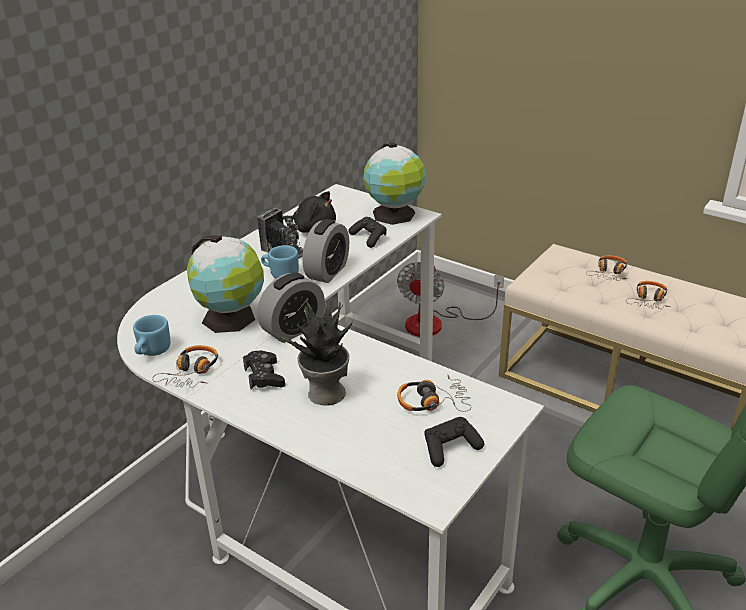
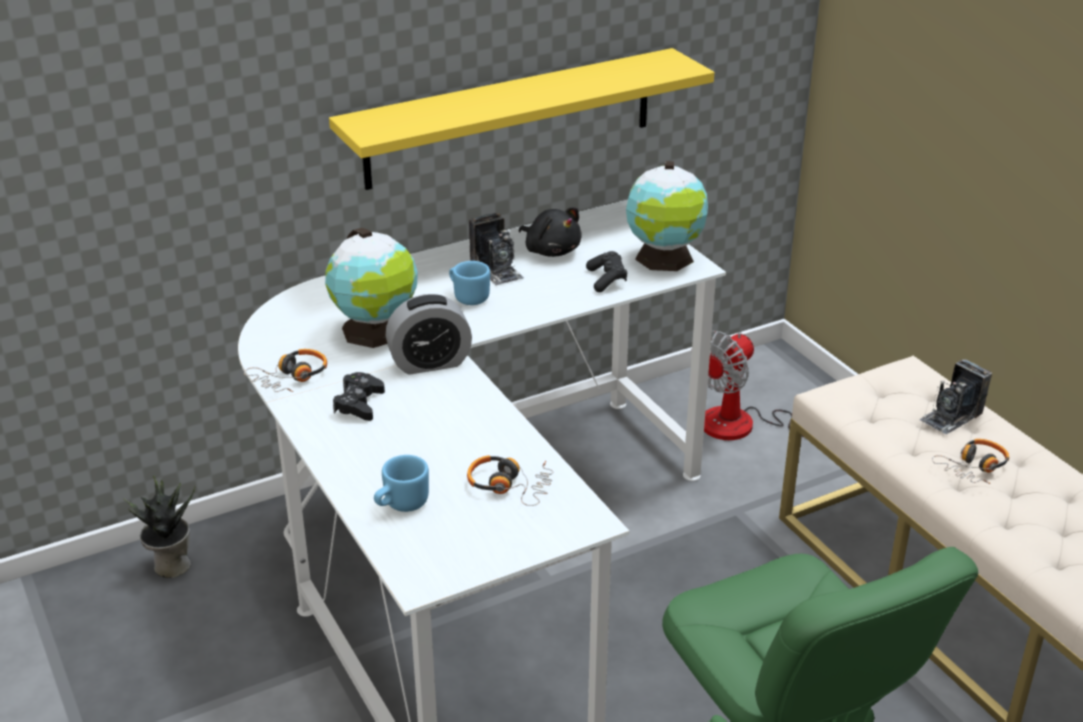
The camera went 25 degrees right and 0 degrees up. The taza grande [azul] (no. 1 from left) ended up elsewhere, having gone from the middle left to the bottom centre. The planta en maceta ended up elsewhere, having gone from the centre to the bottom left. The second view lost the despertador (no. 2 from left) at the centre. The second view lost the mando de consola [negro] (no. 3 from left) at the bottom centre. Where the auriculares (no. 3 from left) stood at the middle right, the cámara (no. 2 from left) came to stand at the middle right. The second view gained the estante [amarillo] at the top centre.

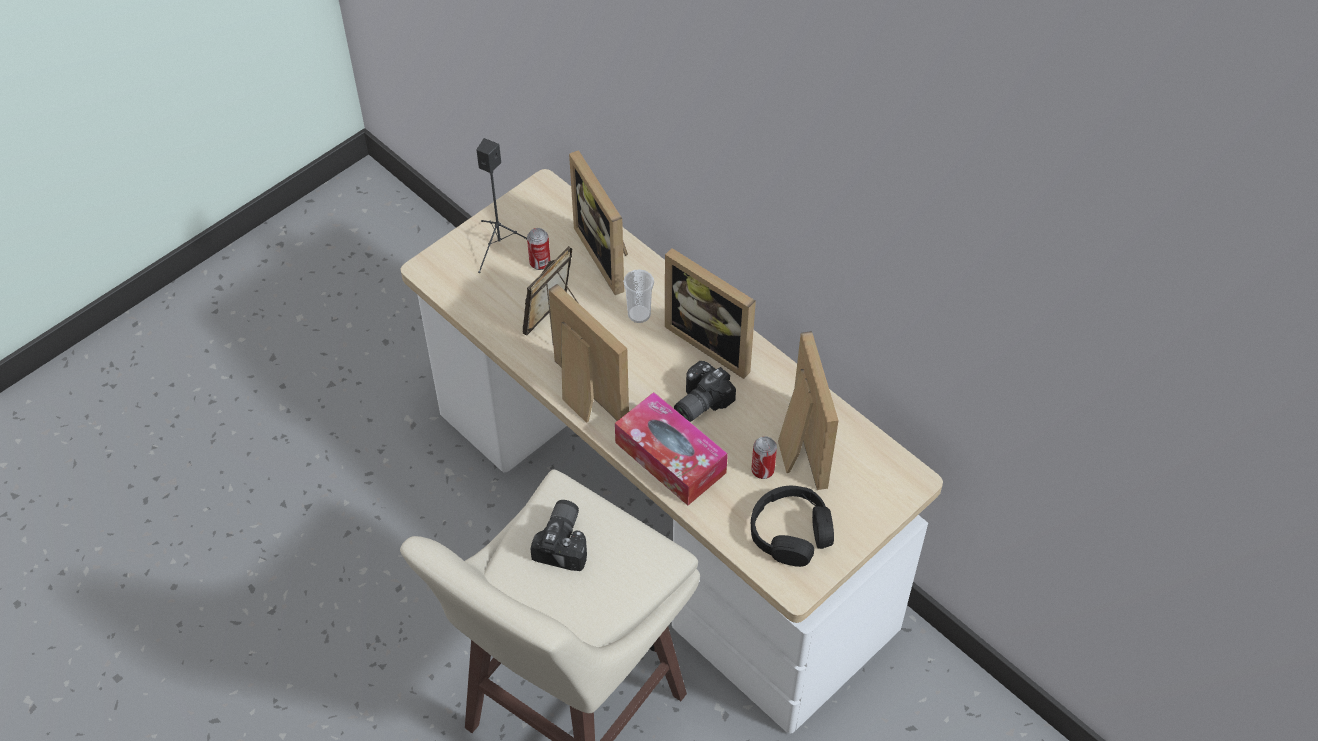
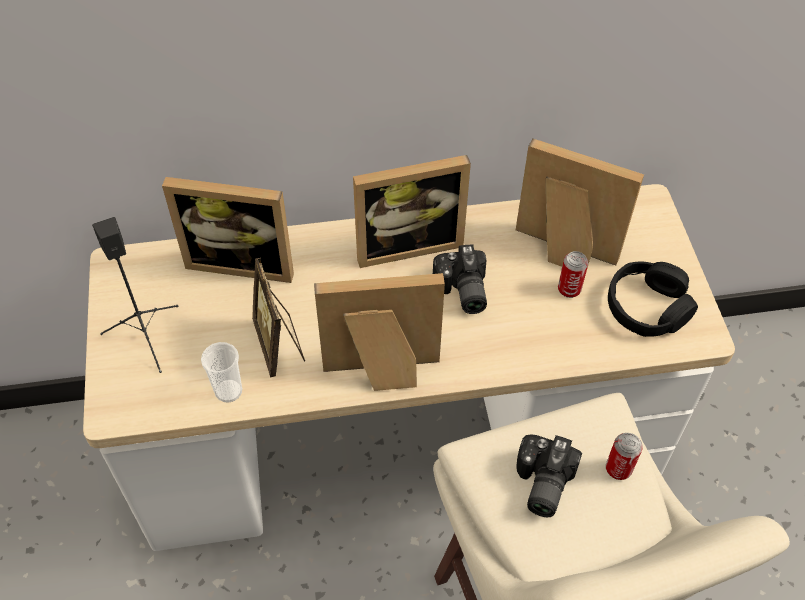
The camera went 55 degrees left and 0 degrees up. The lata (no. 1 from left in the first image) ended up elsewhere, having gone from the centre to the bottom right. The cámara (no. 1 from left in the first image) at the bottom centre ended up facing another way, 120 degrees counterclockwise from before. The second view lost the caja de pañuelos at the centre. The taza ended up elsewhere, having gone from the centre to the middle left.

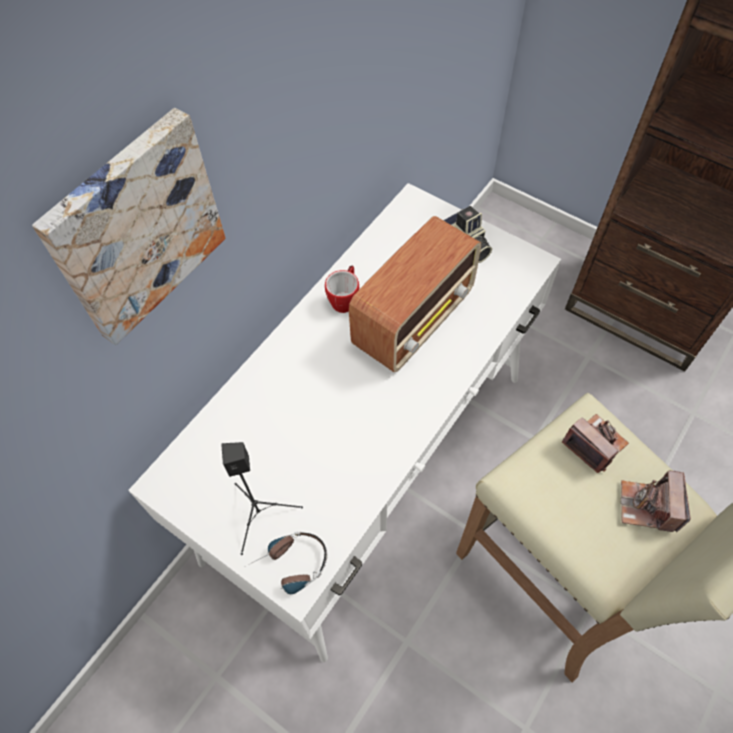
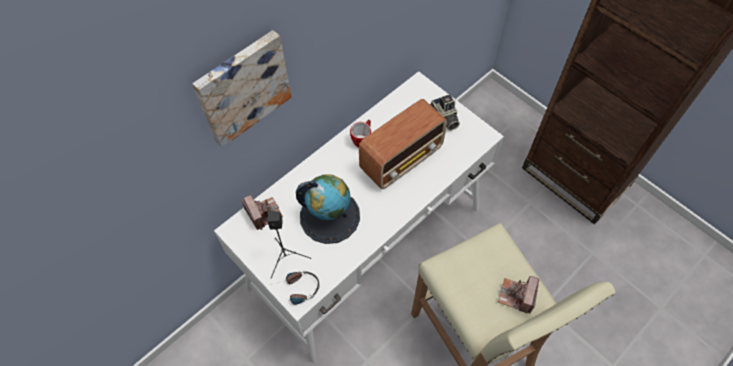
The camera went 10 degrees right and 0 degrees up. The cámara (no. 2 from left in the first image) ended up elsewhere, having gone from the middle right to the centre. The second view gained the globo terráqueo at the centre.

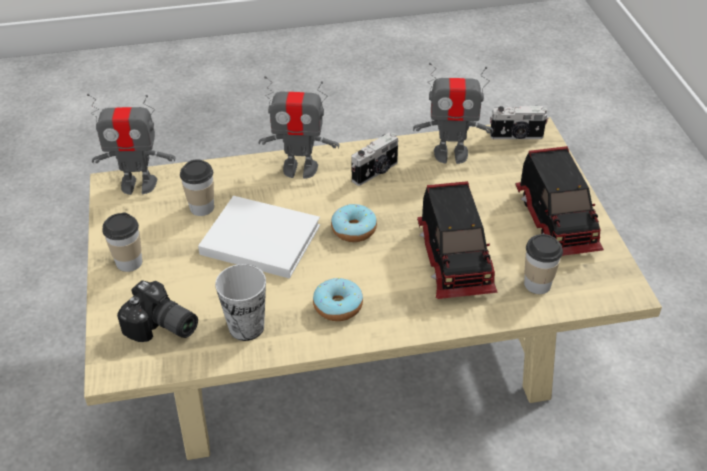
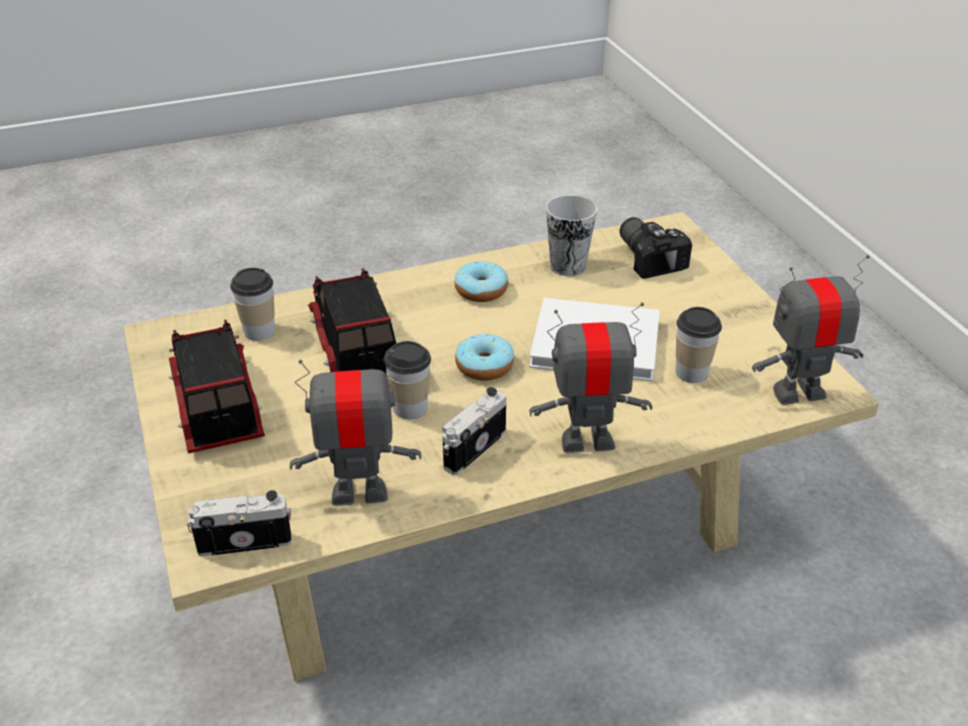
The camera went 170 degrees right and 5 degrees down. The taza (no. 1 from left in the first image) ended up elsewhere, having gone from the middle left to the centre. The cámara (no. 1 from left in the first image) at the middle left ended up facing another way, 45 degrees clockwise from before.

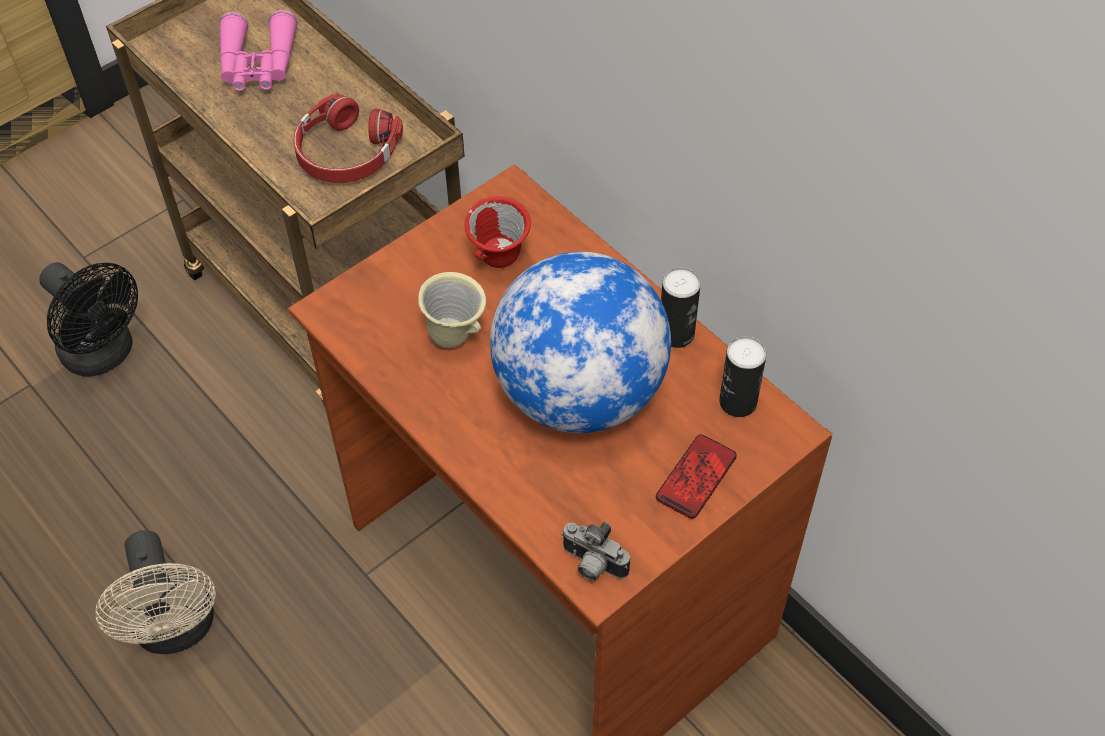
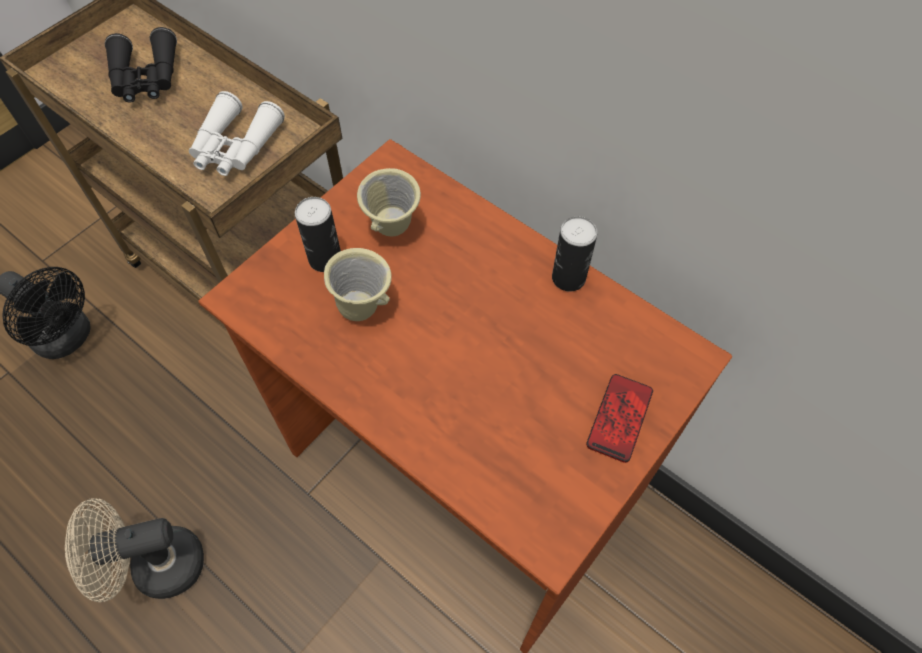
The camera went 10 degrees left and 5 degrees up. The ventilador [beis] at the bottom left ended up facing another way, 105 degrees clockwise from before. What was the prismáticos [rosa] at the top left turned into the prismáticos [negro] at the top left. Where the auriculares [rojo] stood at the top left, the prismáticos [blanco] came to stand at the top left. What was the taza grande [rojo] at the top centre turned into the taza grande [beis] (no. 2 from left) at the top centre. The second view lost the globo terráqueo at the centre. The second view lost the cámara at the bottom centre. The lata (no. 2 from left in the first image) ended up elsewhere, having gone from the middle right to the centre.

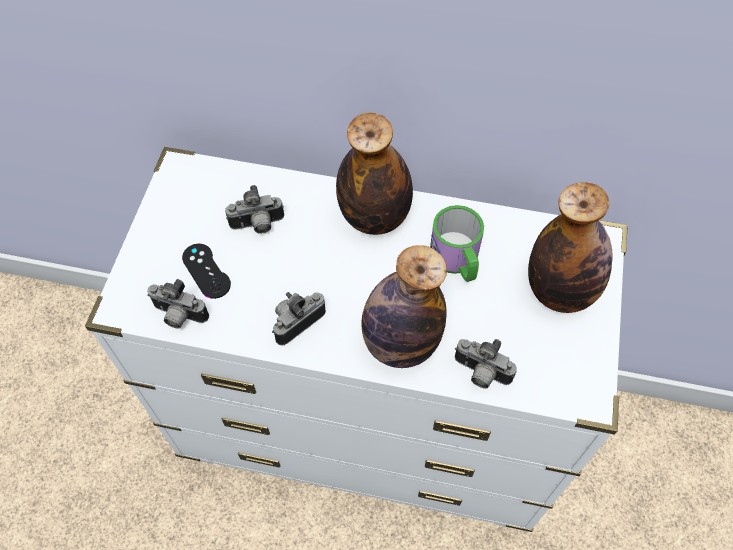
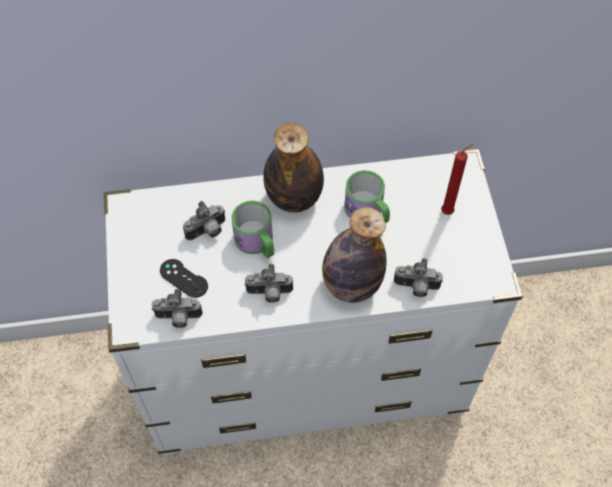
The camera went 20 degrees left and 0 degrees up. The cámara (no. 3 from left) at the centre ended up facing another way, 120 degrees counterclockwise from before. Where the botella (no. 3 from left) stood at the middle right, the vela [rojo] came to stand at the middle right. The second view gained the taza grande (no. 1 from left) at the centre.

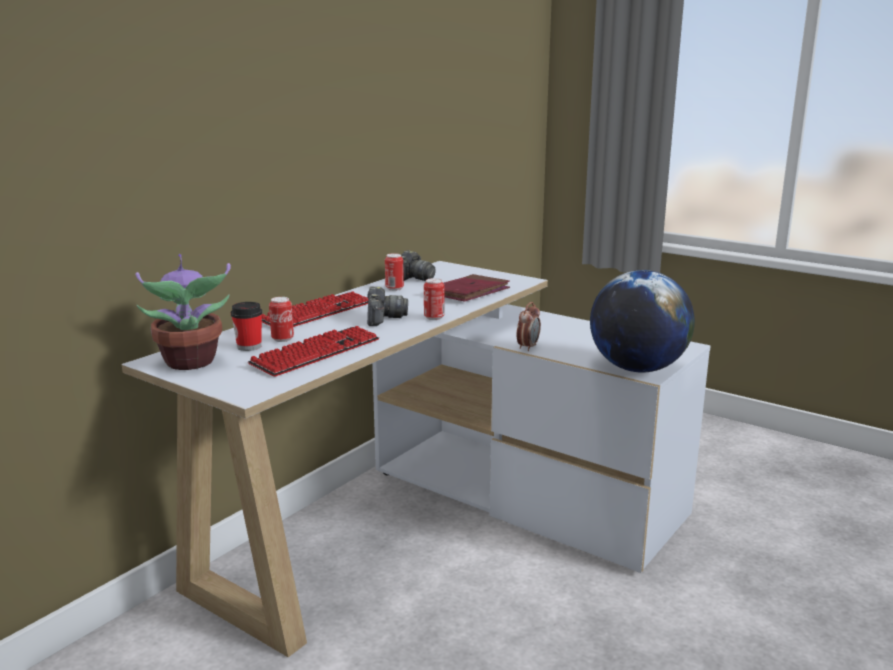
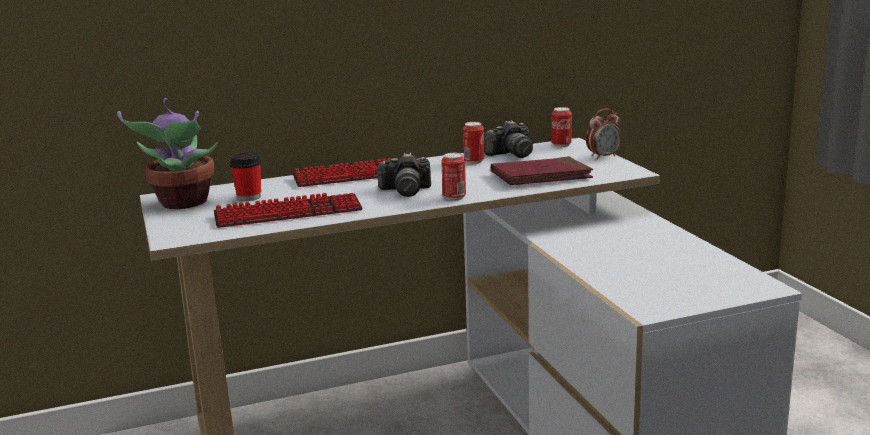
The camera went 35 degrees right and 0 degrees up. The lata (no. 1 from left in the first image) ended up elsewhere, having gone from the middle left to the top centre. The cámara (no. 1 from left) at the centre ended up facing another way, 60 degrees clockwise from before. The despertador ended up elsewhere, having gone from the centre to the top right. The second view lost the globo terráqueo at the middle right.

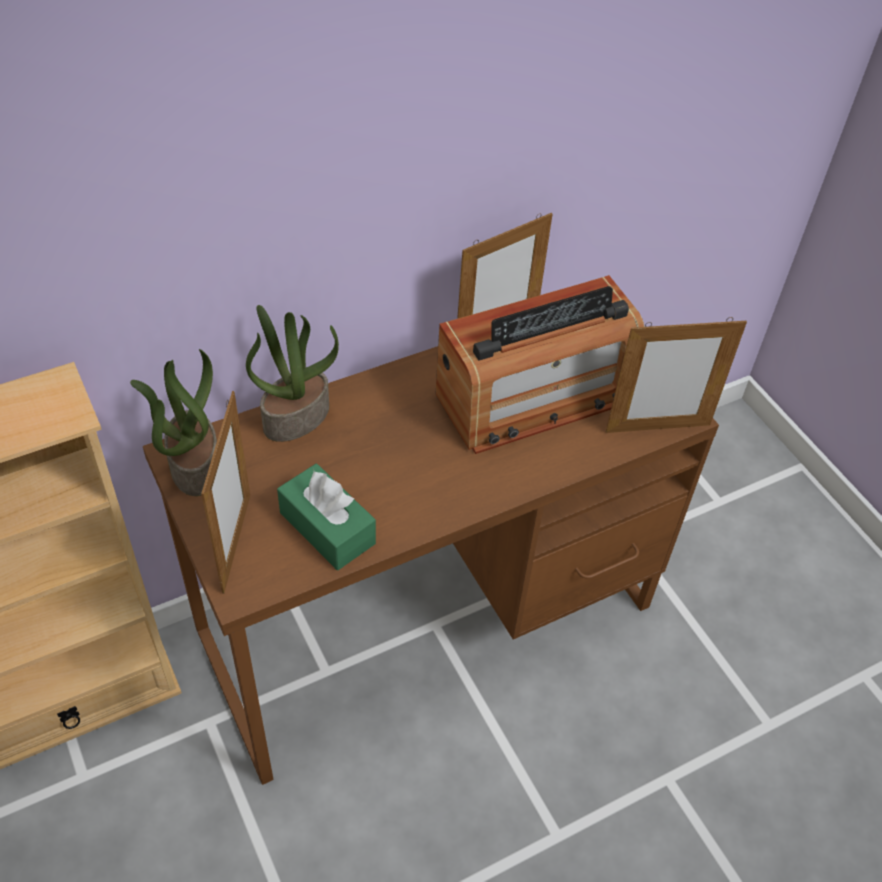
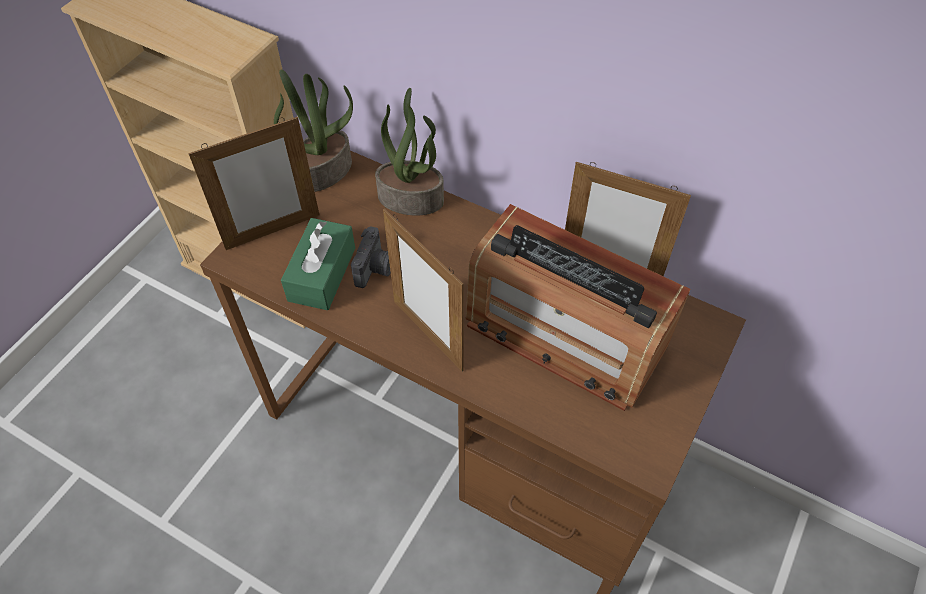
The camera went 60 degrees right and 5 degrees up. The portarretratos (no. 3 from left in the first image) ended up elsewhere, having gone from the middle right to the centre. The second view gained the cámara at the centre.

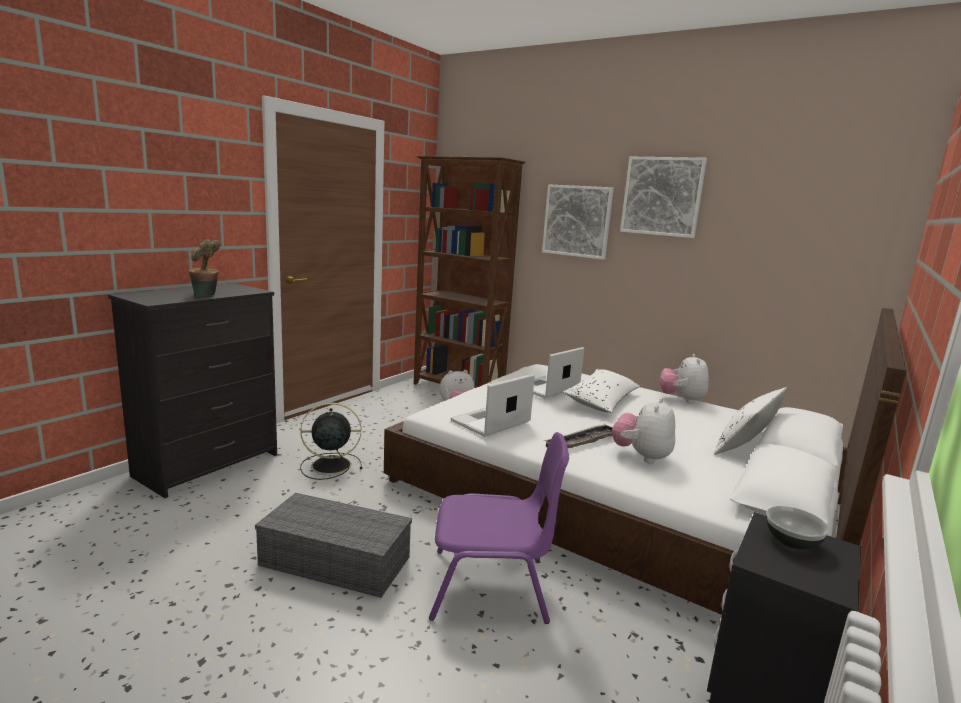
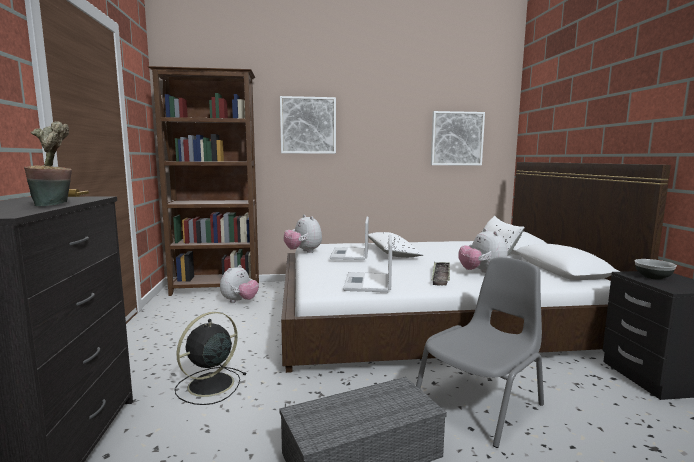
The camera went 40 degrees left and 5 degrees down. What was the silla [morado] at the bottom centre turned into the silla [gris] at the bottom right. The cuadro (no. 2 from left) ended up elsewhere, having gone from the top right to the top centre. The peluche (no. 3 from left in the first image) ended up elsewhere, having gone from the middle right to the centre.

